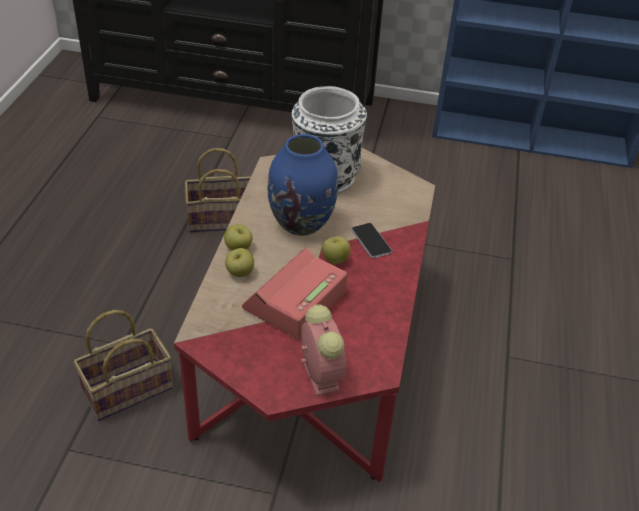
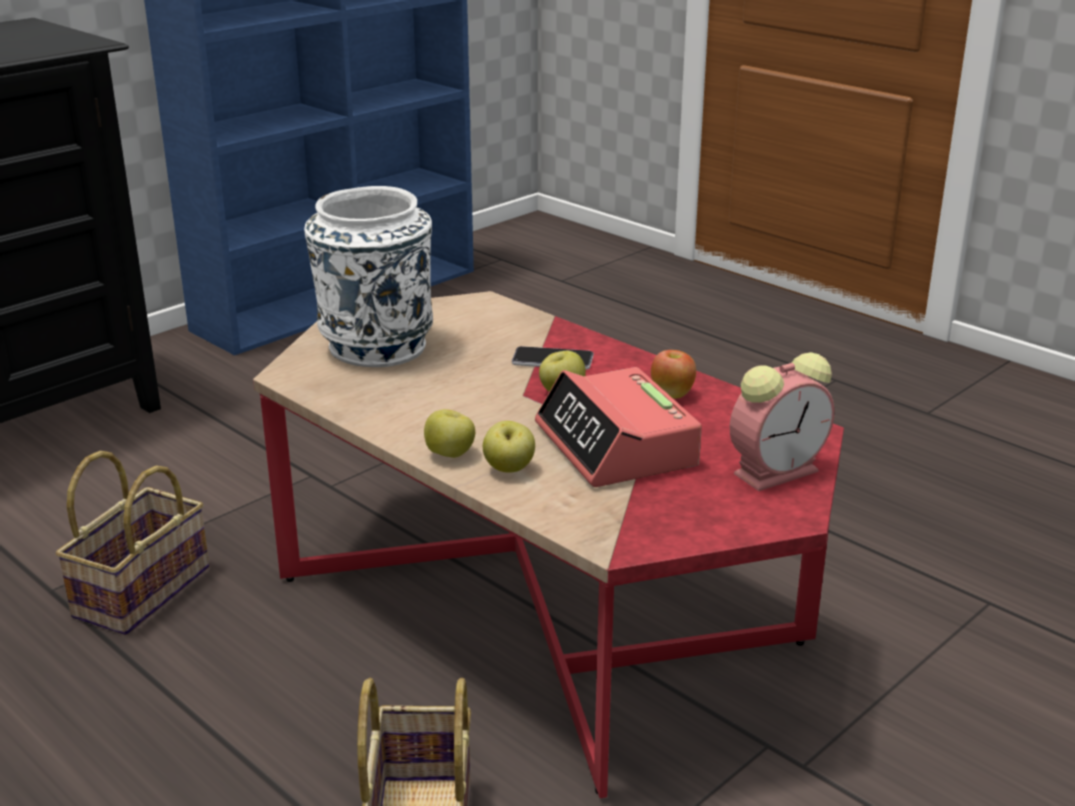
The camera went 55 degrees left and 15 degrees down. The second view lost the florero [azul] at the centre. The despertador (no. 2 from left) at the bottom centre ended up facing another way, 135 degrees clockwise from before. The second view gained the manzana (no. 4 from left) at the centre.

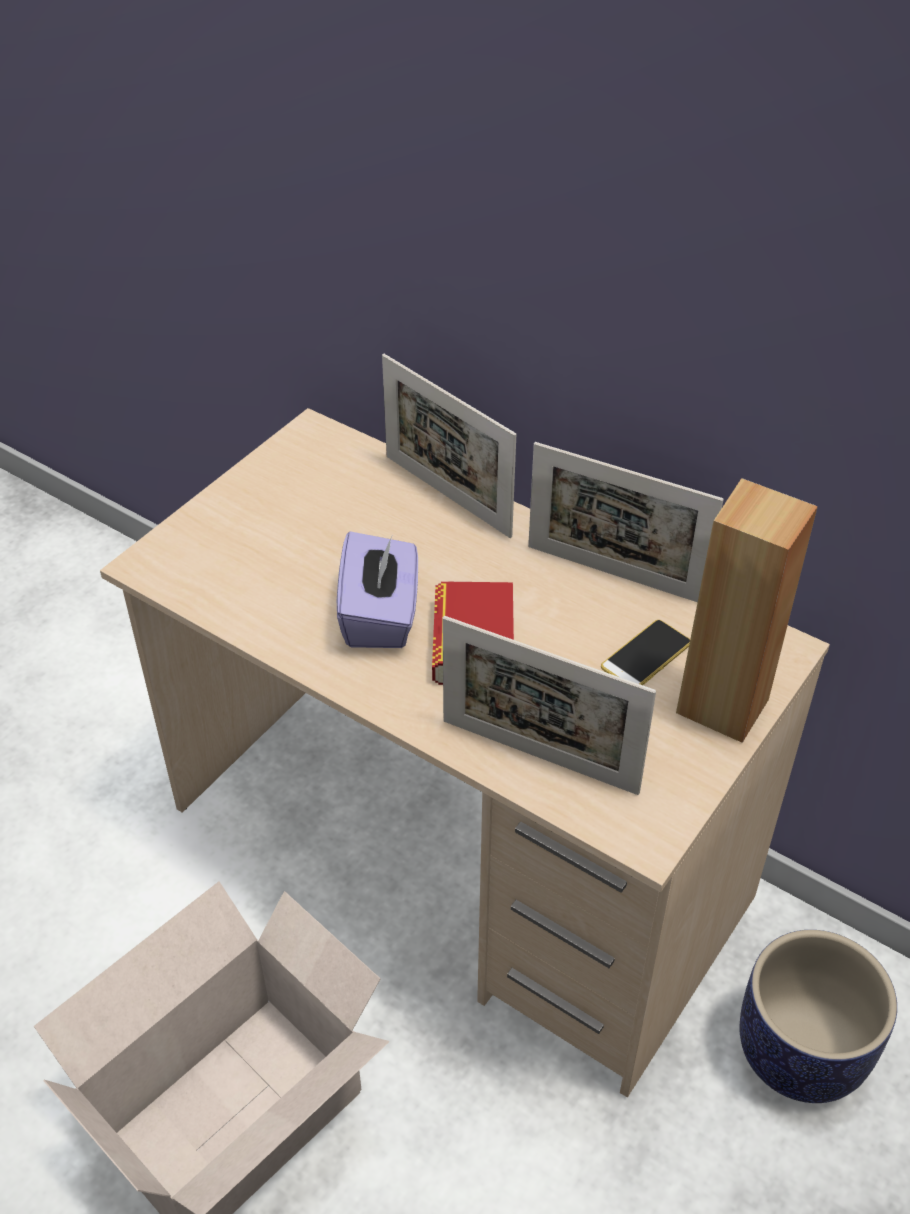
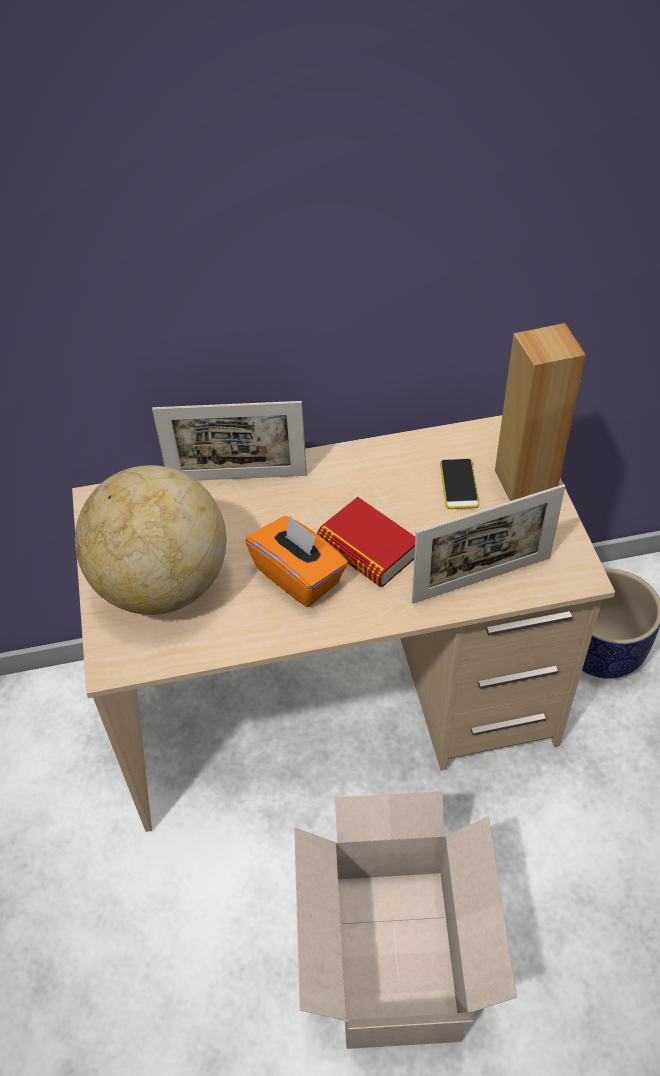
The camera went 45 degrees left and 5 degrees up. What was the caja de pañuelos [morado] at the centre turned into the caja de pañuelos [naranja] at the centre. The second view lost the portarretratos (no. 3 from left) at the middle right. The second view gained the globo terráqueo at the middle left.

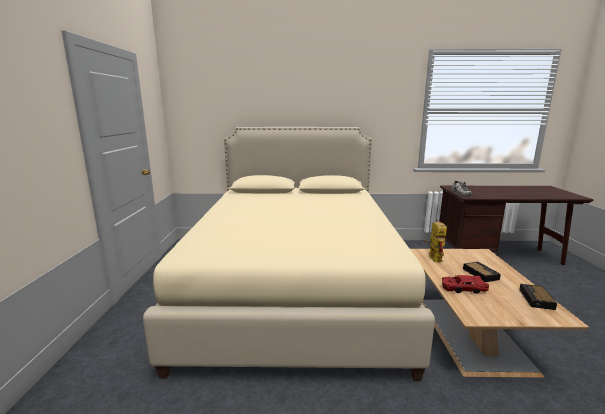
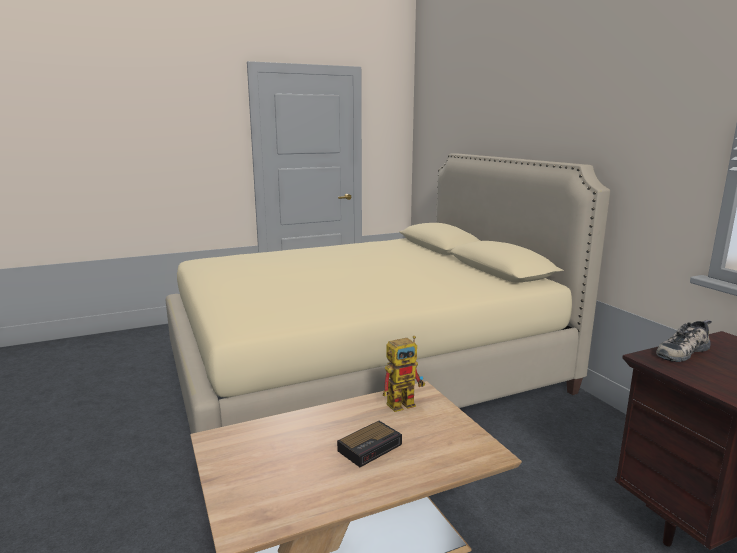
The camera went 65 degrees right and 0 degrees up. The second view lost the coche de juguete [rojo] at the bottom right. The second view lost the despertador (no. 2 from left) at the bottom right.

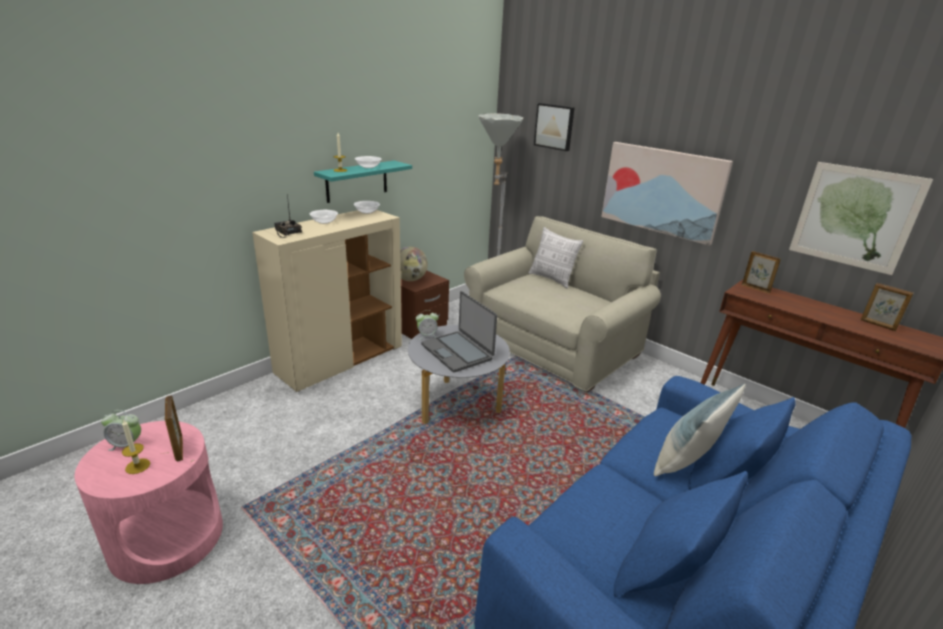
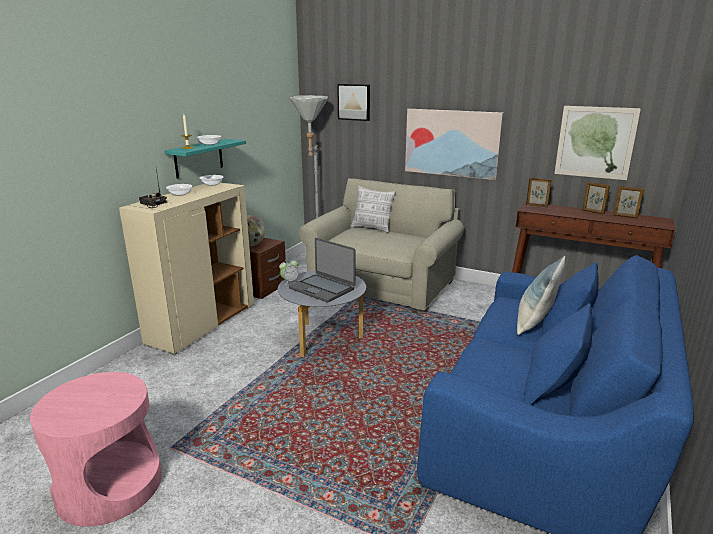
The camera went 15 degrees left and 5 degrees down. The second view lost the despertador (no. 1 from left) at the bottom left. The second view lost the vela (no. 1 from left) at the bottom left. The portarretratos (no. 1 from left in the first image) ended up elsewhere, having gone from the bottom left to the middle right.

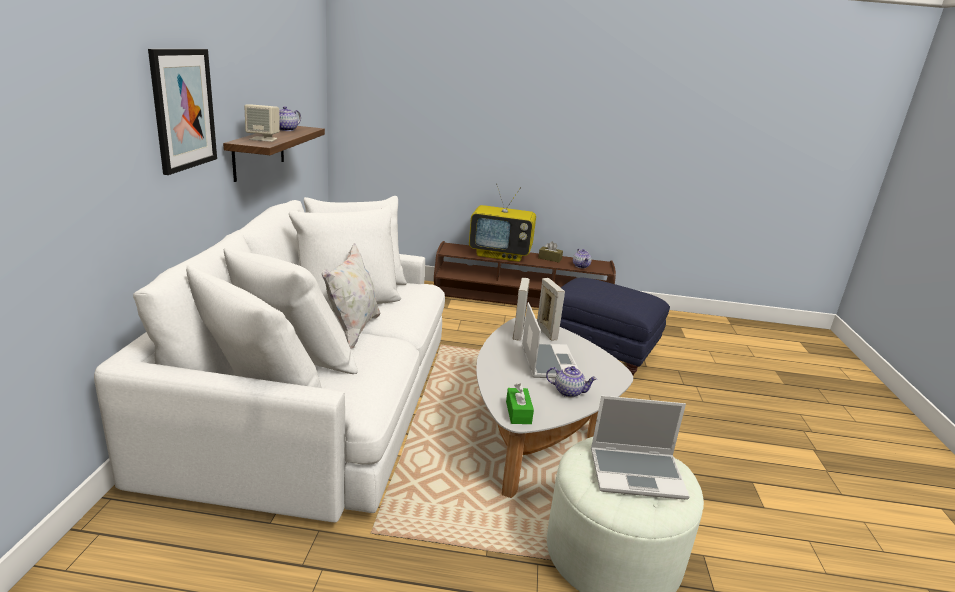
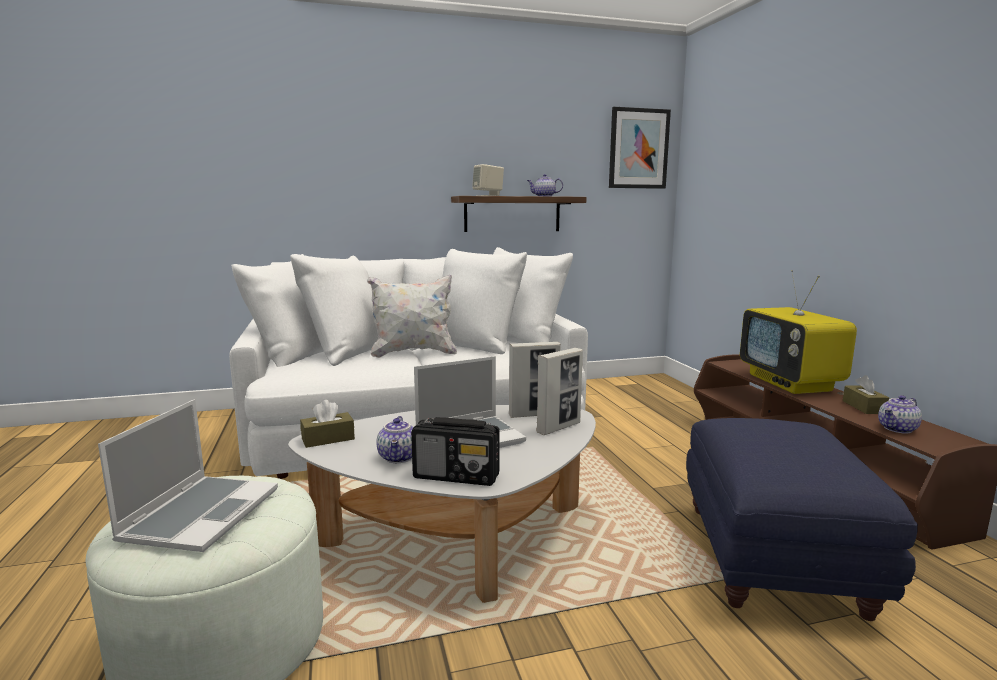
The camera went 70 degrees right and 10 degrees down. The cuadro ended up elsewhere, having gone from the top left to the top centre. What was the caja de pañuelos [verde] at the bottom centre turned into the caja de pañuelos [marrón] (no. 1 from left) at the middle left. The portátil (no. 2 from left in the first image) at the bottom right ended up facing another way, 150 degrees counterclockwise from before. The second view gained the radio at the centre.

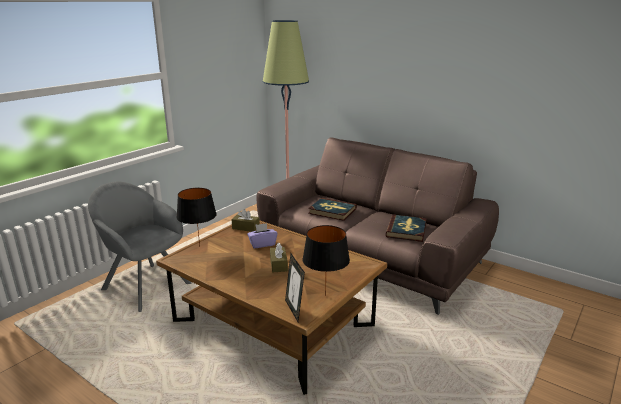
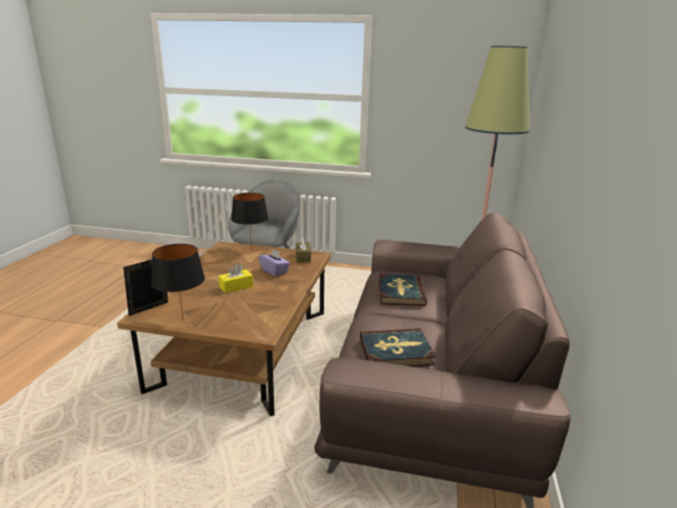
The camera went 65 degrees right and 0 degrees up. What was the caja de pañuelos [marrón] (no. 2 from left) at the centre turned into the caja de pañuelos [amarillo] at the centre.

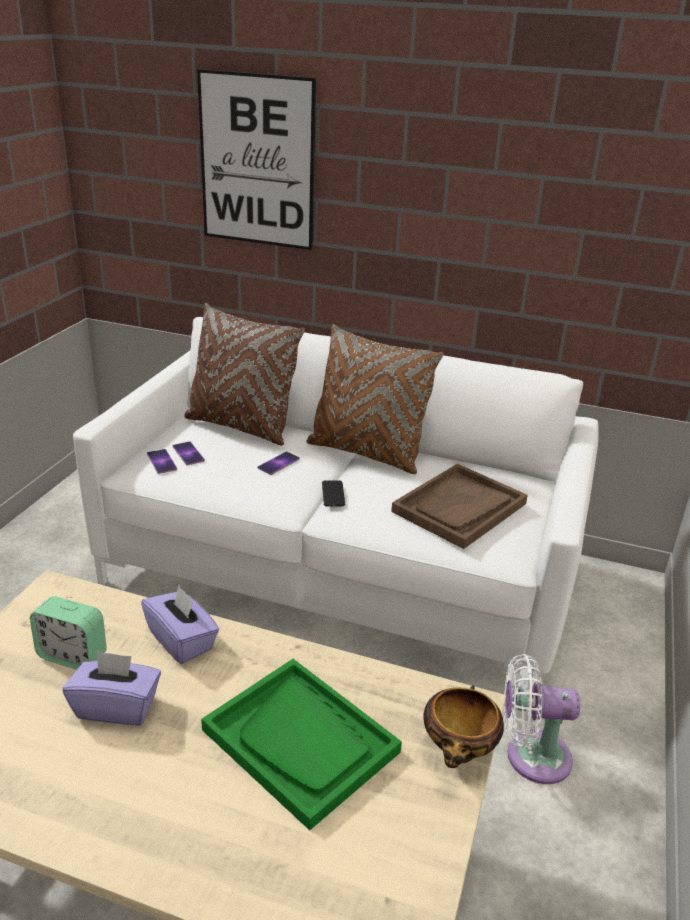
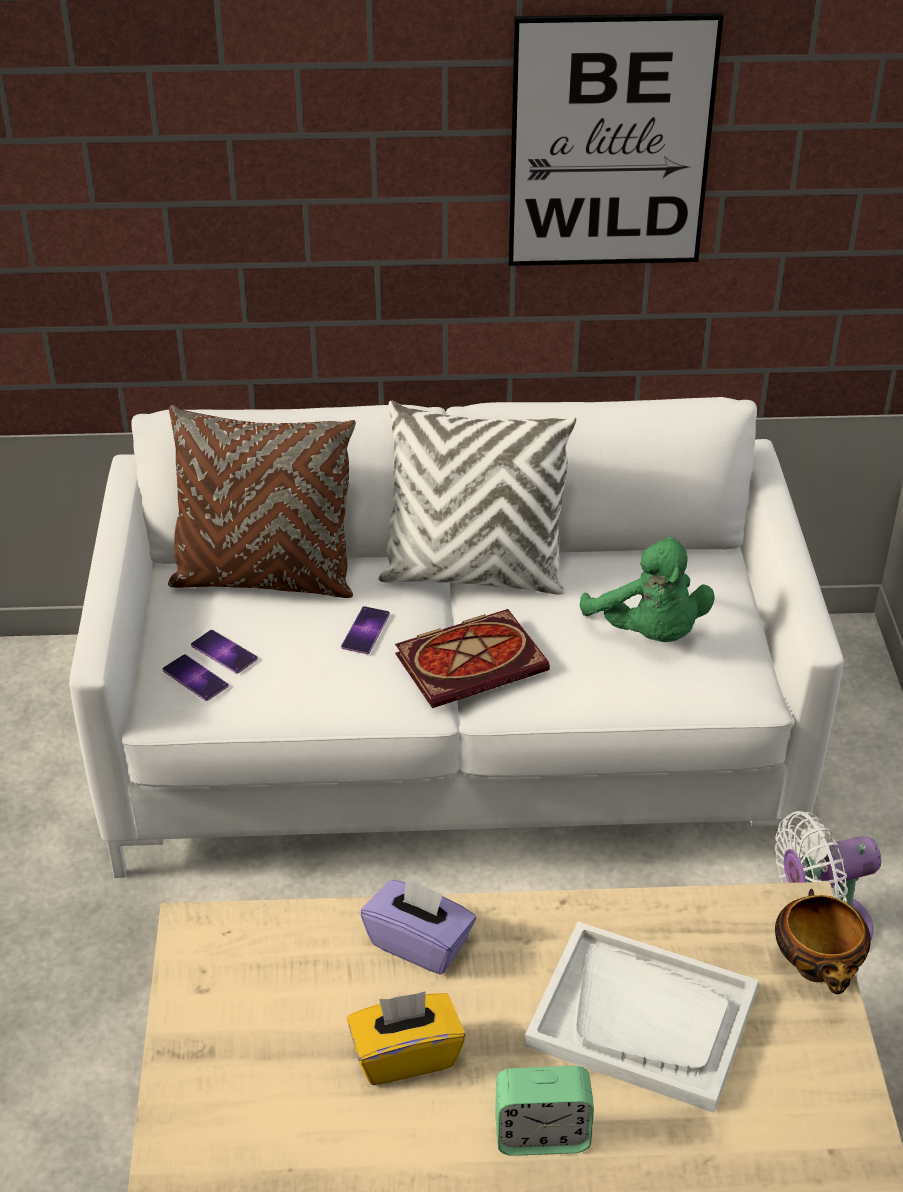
The camera went 20 degrees left and 10 degrees up. The despertador ended up elsewhere, having gone from the bottom left to the bottom centre. What was the caja de pañuelos [morado] (no. 1 from left) at the bottom left turned into the caja de pañuelos [amarillo] at the bottom centre. The cuadro ended up elsewhere, having gone from the top centre to the top right. What was the bandeja [verde] at the bottom centre turned into the bandeja [blanco] at the bottom right. What was the cojín [marrón] (no. 2 from left) at the centre turned into the cojín [blanco] at the centre. Where the móvil (no. 4 from left) stood at the centre, the libro came to stand at the centre. Where the bandeja [marrón] stood at the centre, the peluche [verde] came to stand at the middle right.

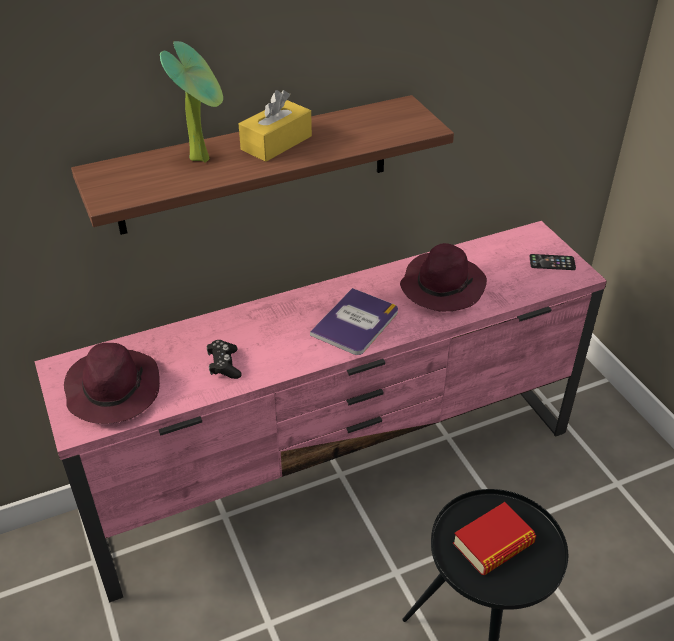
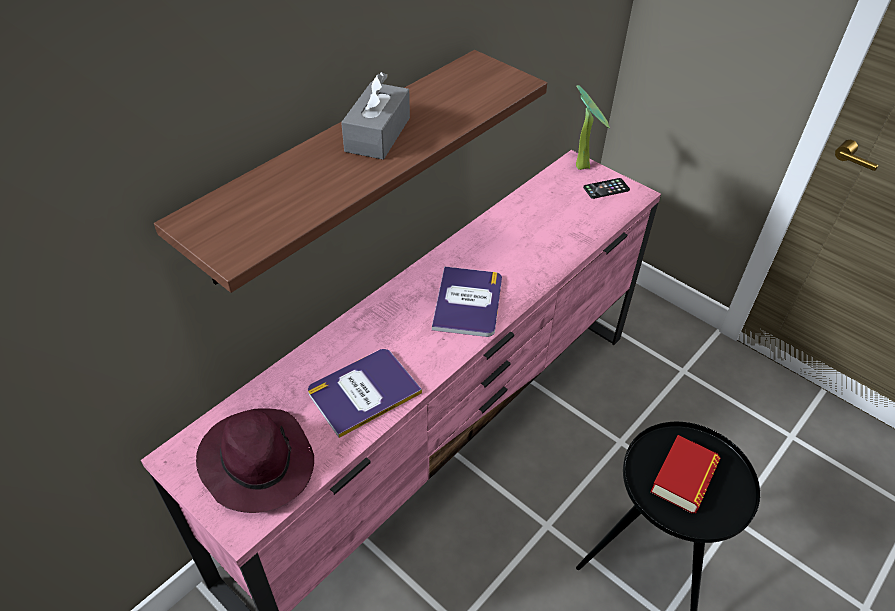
The camera went 25 degrees left and 5 degrees up. The planta en maceta ended up elsewhere, having gone from the top left to the top centre. Where the mando de consola [negro] stood at the middle left, the libro (no. 1 from left) came to stand at the centre. What was the caja de pañuelos [amarillo] at the top centre turned into the caja de pañuelos [gris] at the top centre. The second view lost the sombrero [morado] (no. 2 from left) at the centre.

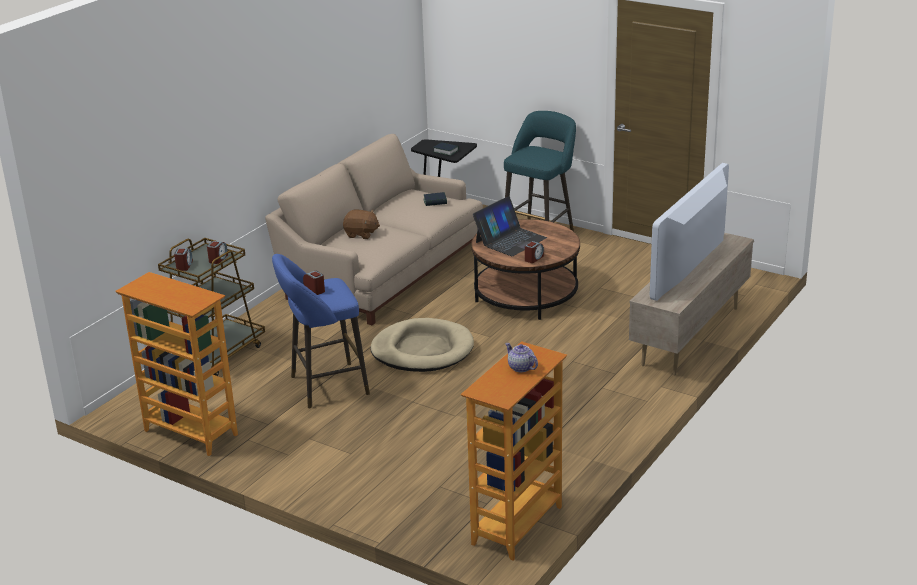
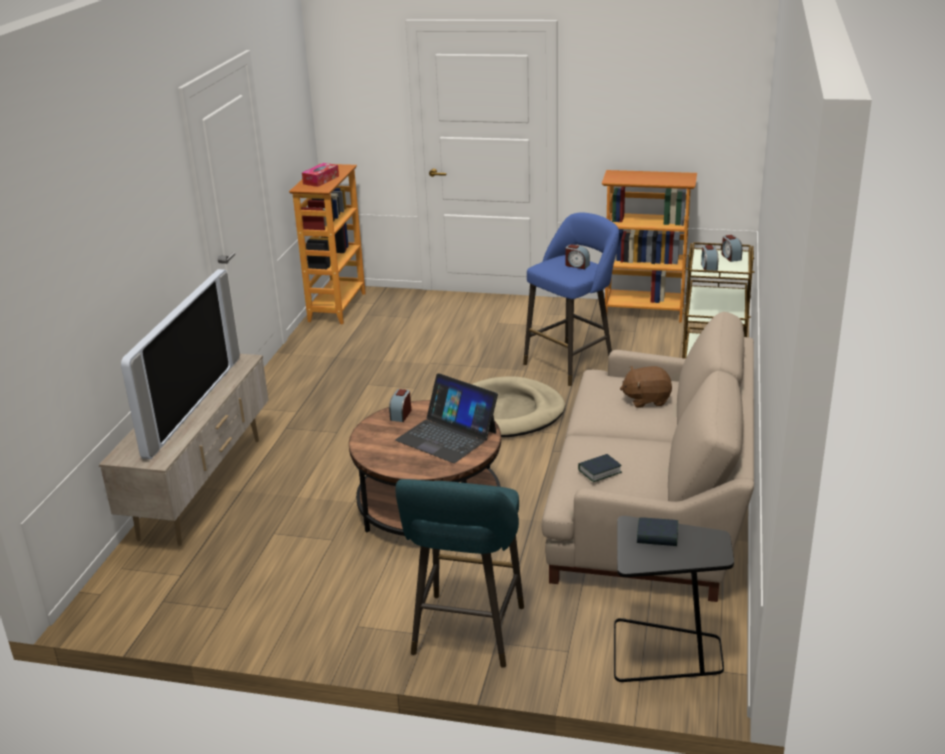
The camera went 160 degrees right and 0 degrees up. The portátil at the centre ended up facing another way, 75 degrees counterclockwise from before. Where the tetera stood at the centre, the caja de pañuelos came to stand at the top centre.

